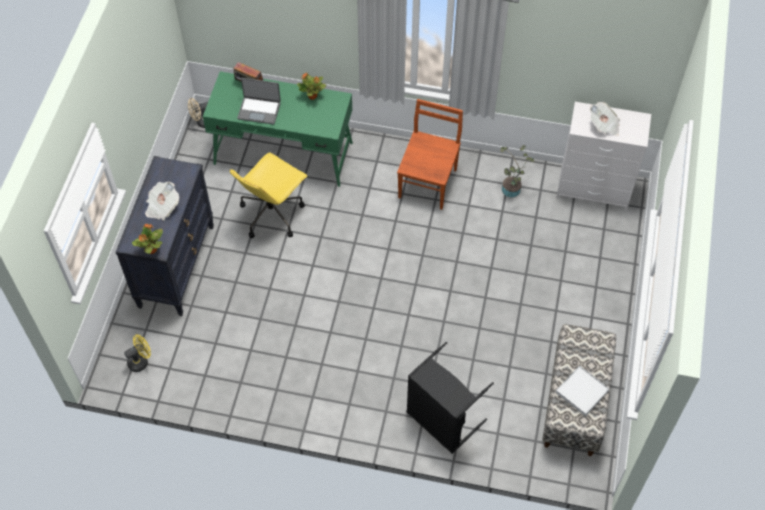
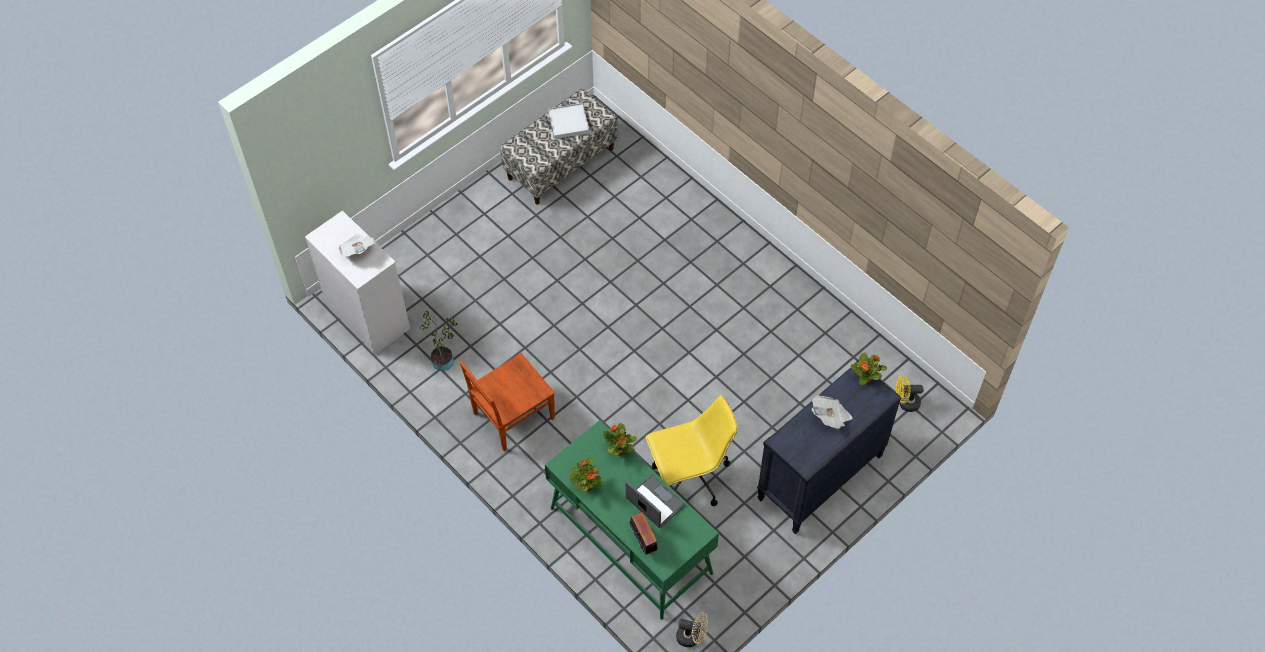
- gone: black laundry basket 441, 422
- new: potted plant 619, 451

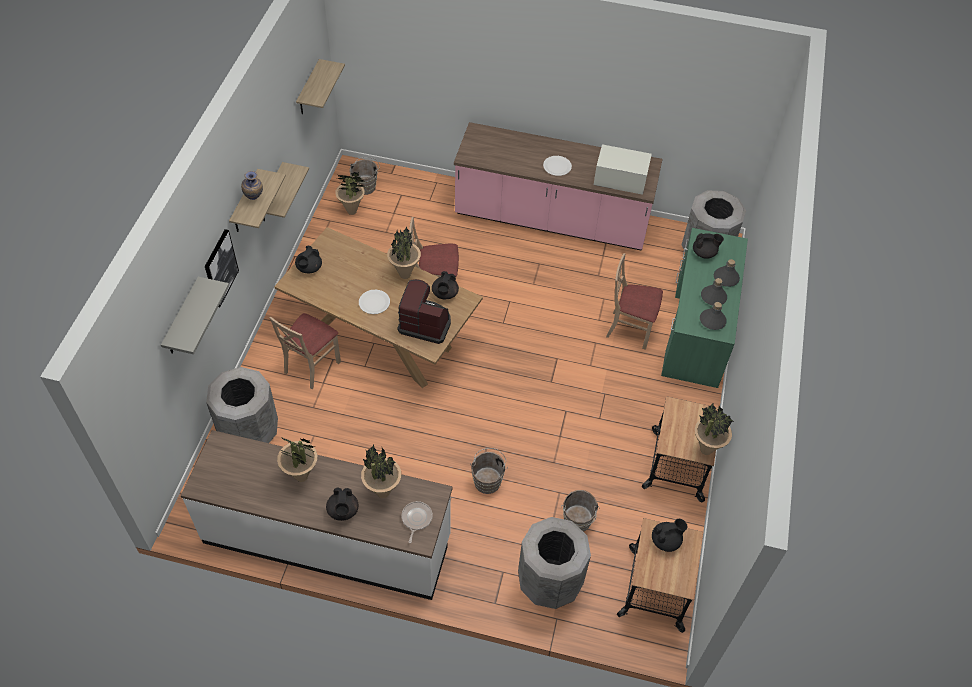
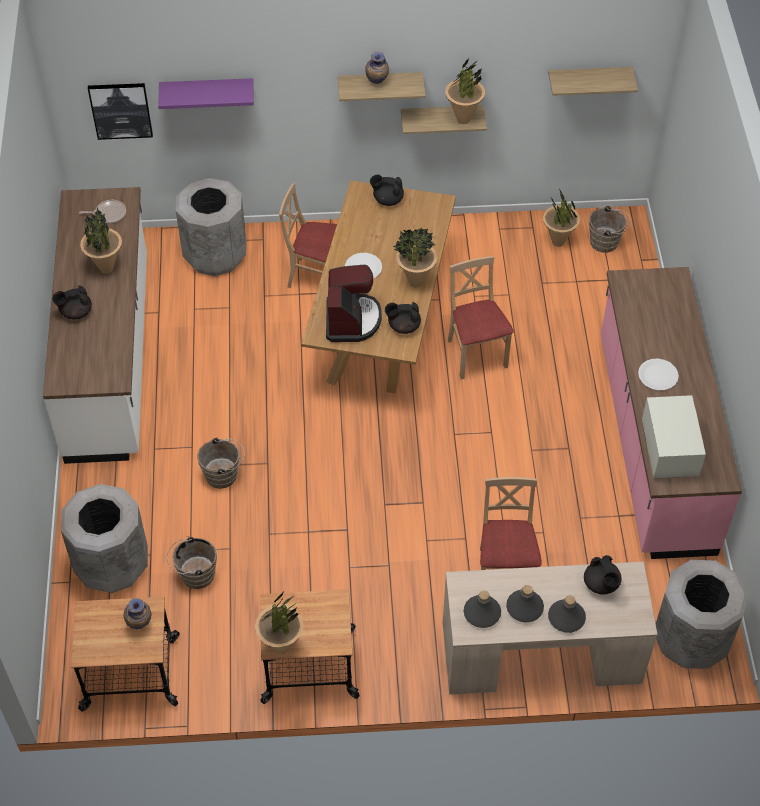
- repainted: green desk 697, 329 to beige desk 540, 652
- shifted: picture 220, 268 to 121, 110
- repainted: grey shelf 182, 318 to purple shelf 207, 91
- shifted: potted plant 382, 492 to 463, 119
- shifted: frying pan 416, 519 to 109, 214
- swapped: black teapot 666, 541 to vase 140, 625

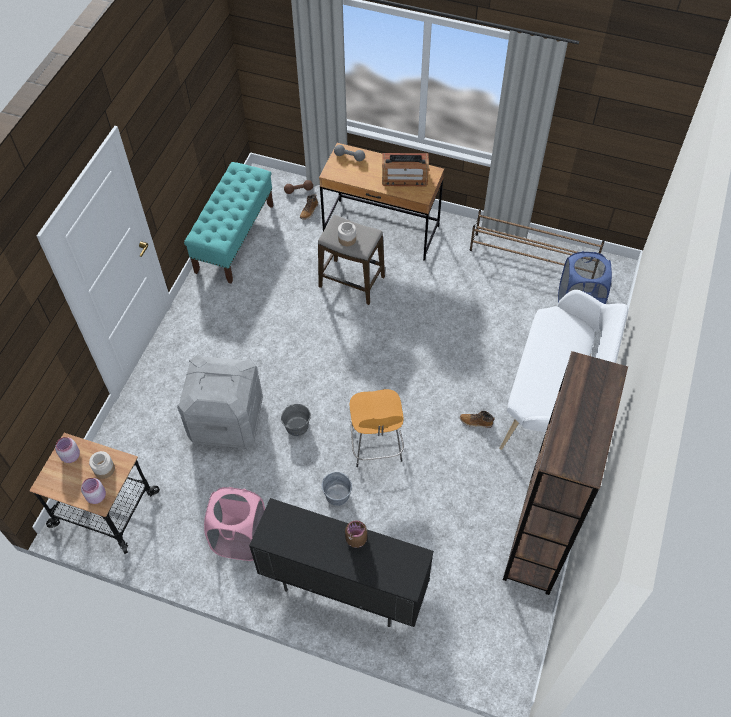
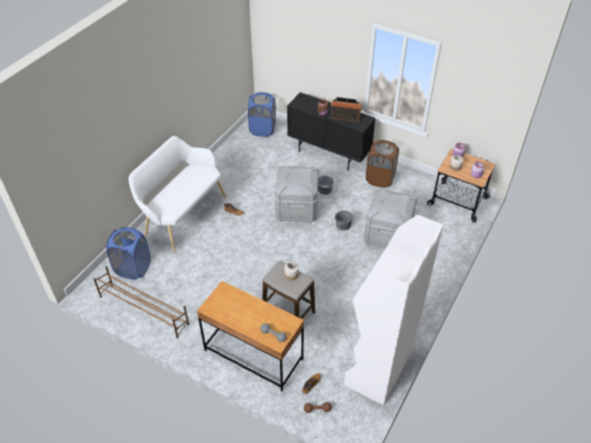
- shifted: radio 404, 178 to 345, 116
- swapped: turquoise bench 235, 238 to white bookcase 379, 368
- gone: brown bookcase 539, 536
- swapped: orange stool 376, 446 to grey storage box 297, 209
- repainted: pink laundry basket 241, 539 to brown laundry basket 380, 179
- new: blue laundry basket 262, 129

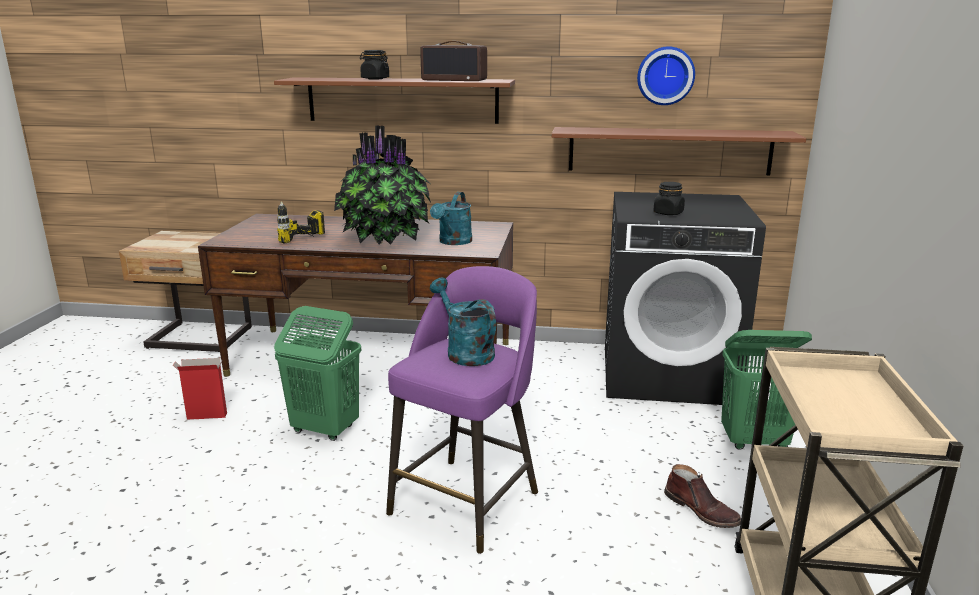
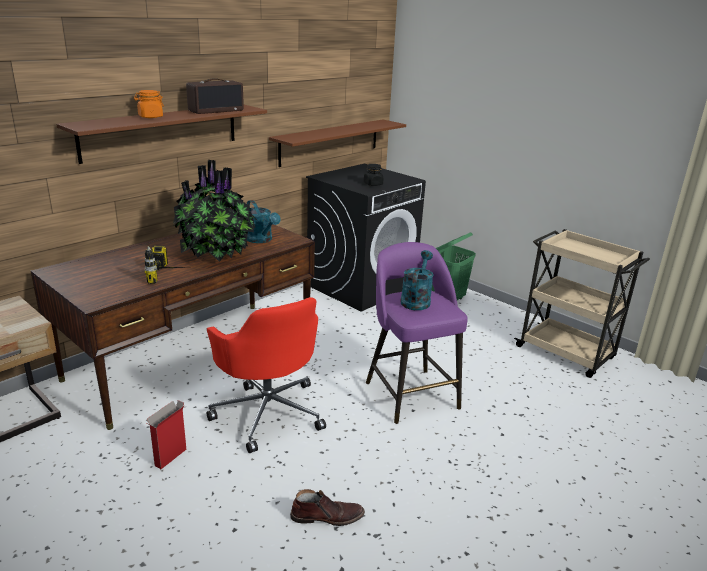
- gone: wall clock 665, 75
- repainted: black jar 375, 79 to orange jar 150, 117
- rotated: turquoise watering can 465, 352 = 416, 300 105 degrees clockwise
- swapped: green laundry basket 324, 429 to red office chair 268, 412
- shifted: brown boot 702, 510 to 327, 516

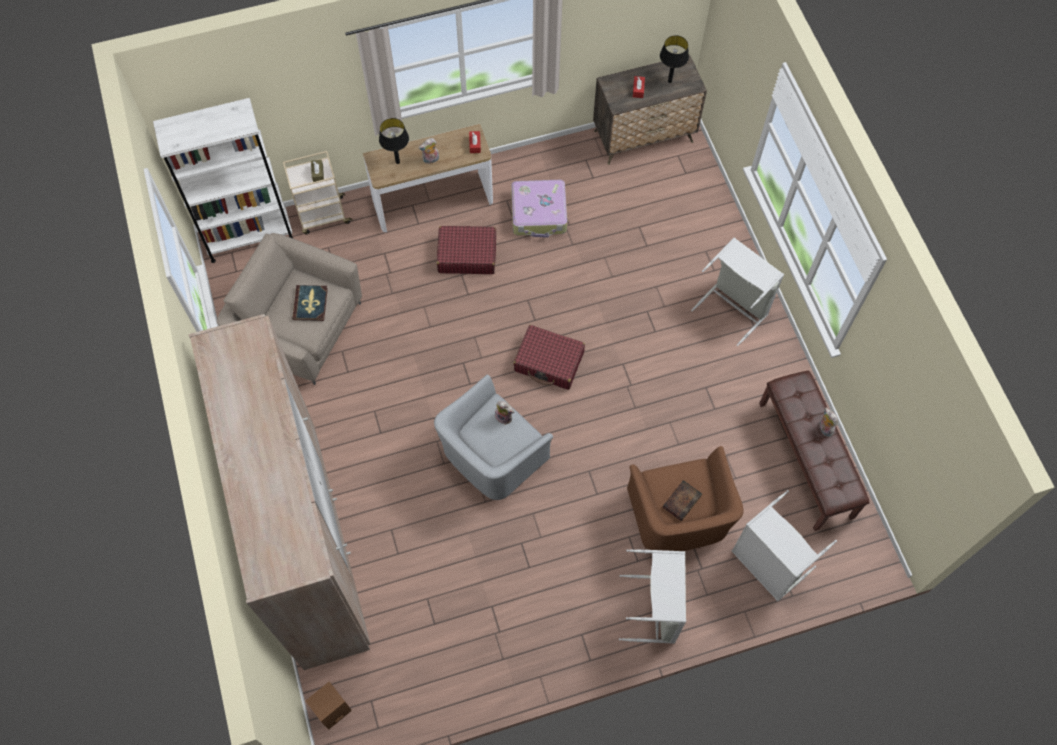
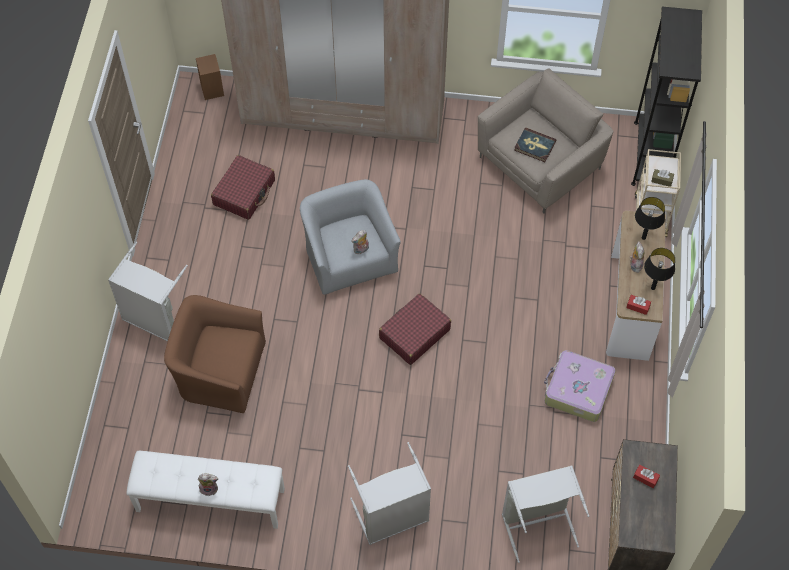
- shifted: black table lamp 669, 81 to 653, 288
- repainted: white bookcase 249, 237 to black bookcase 650, 154
- shifted: red suitcase 467, 255 to 244, 192
- repainted: brown bench 806, 460 to white bench 210, 501
- gone: book 682, 500
- shifted: grey laundry basket 767, 565 to 537, 522

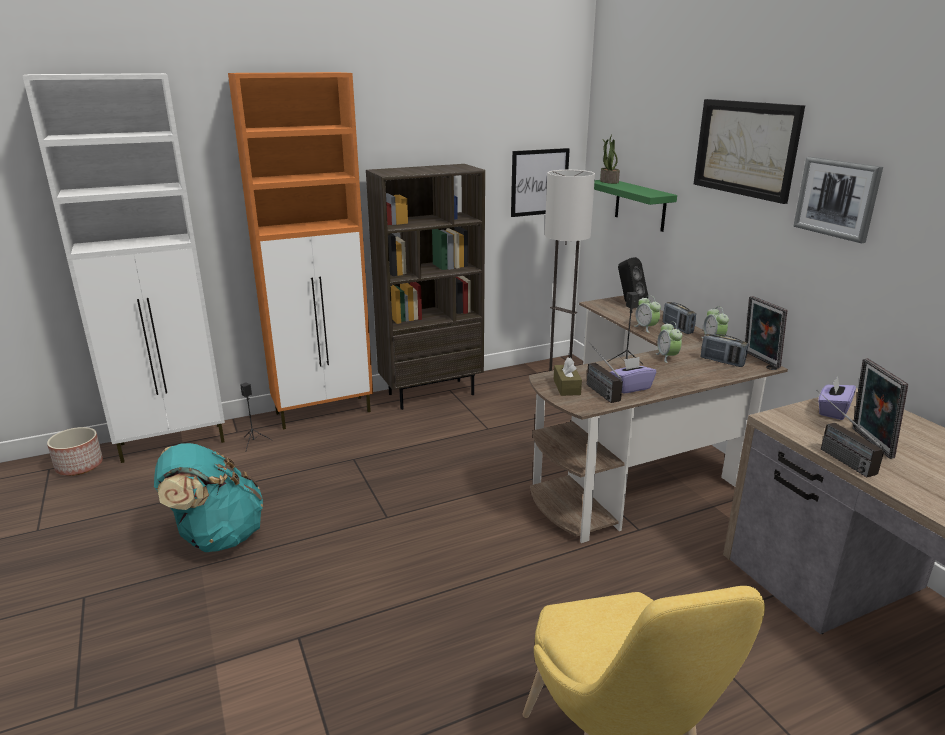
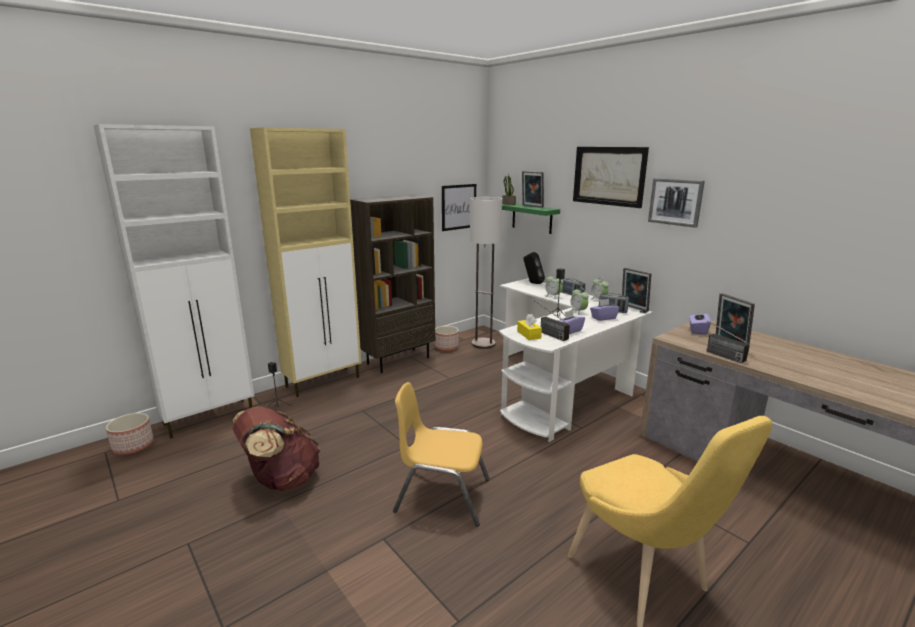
- repainted: orange cabinet 325, 412 to beige cabinet 324, 381
- repainted: brown desk 639, 463 to white desk 561, 387
- repainted: brown tissue box 566, 387 to yellow tissue box 529, 335
- repainted: turquoise backpack 217, 536 to brown backpack 281, 479
- new: picture frame 531, 206
- new: purple tissue box 603, 318
- new: planter 446, 347
- new: yellow chair 442, 495

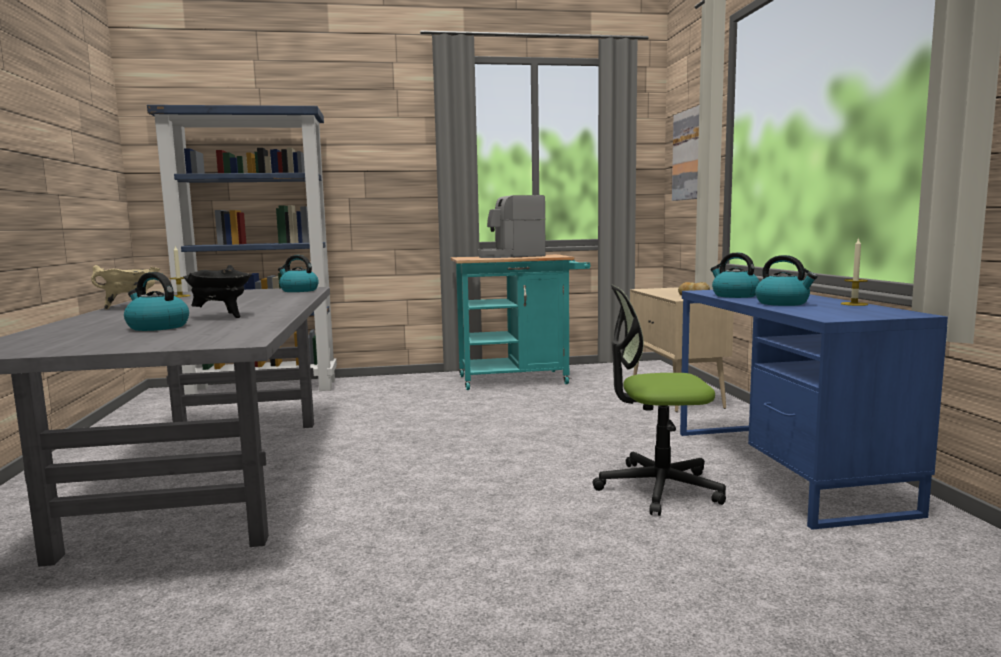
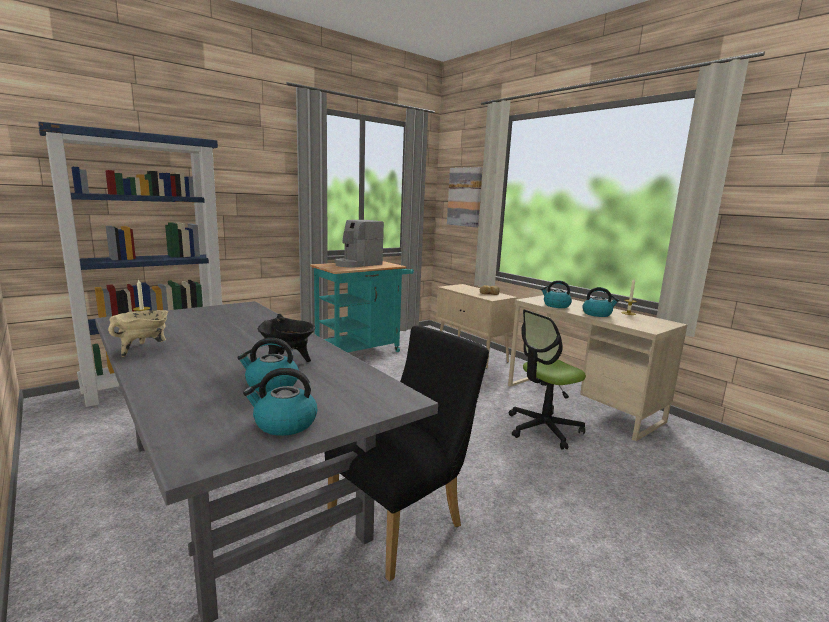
- shifted: kettle 298, 290 to 284, 424
- repainted: blue desk 782, 469 to beige desk 581, 402
- new: black chair 404, 522

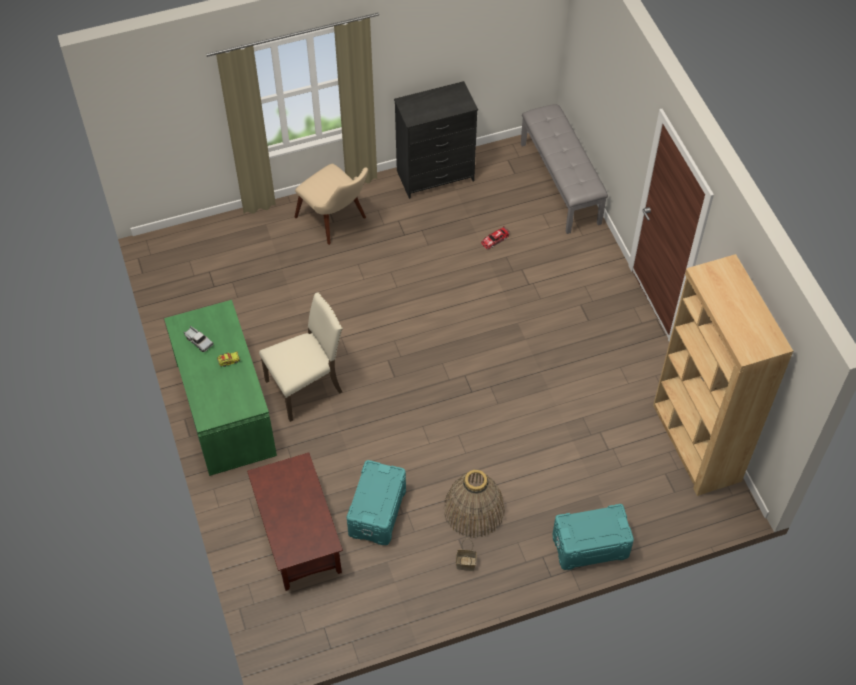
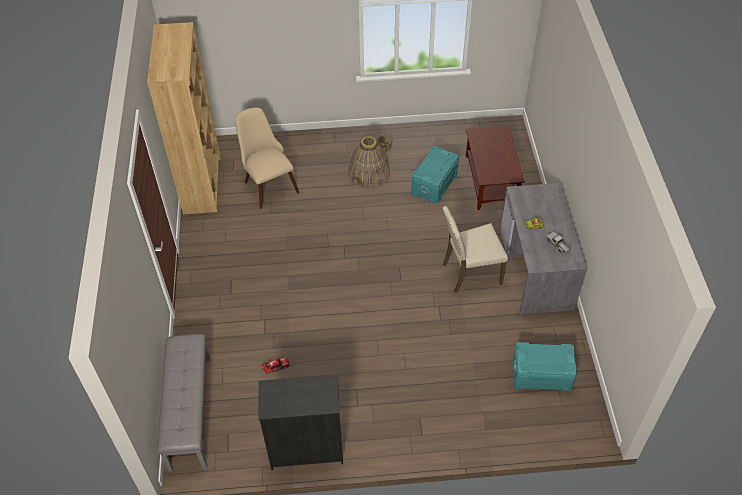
- shifted: beige chair 337, 221 to 267, 183
- repainted: green desk 224, 409 to grey desk 536, 269
- shifted: turquoise storage box 590, 545 to 541, 375

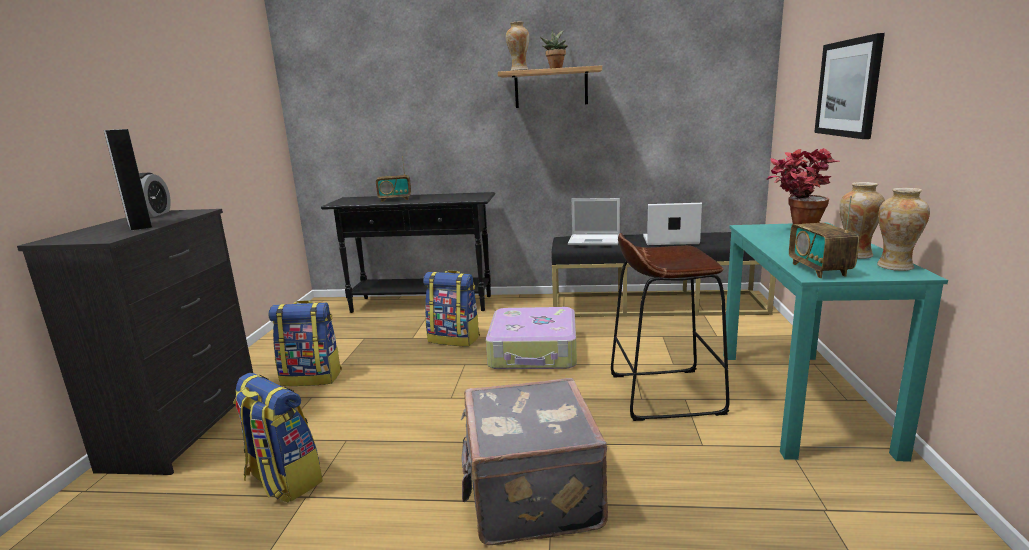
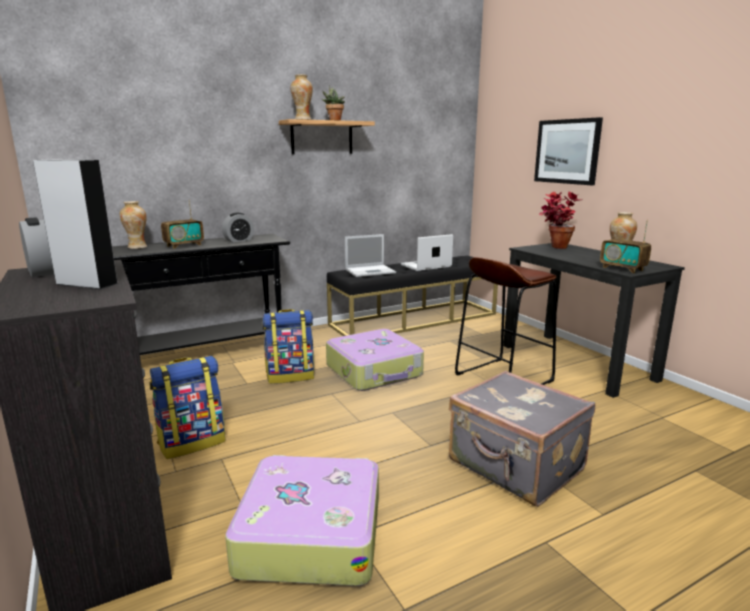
- shifted: vase 895, 266 to 137, 247
- repainted: turquoise desk 800, 399 to black desk 576, 362
- swapped: backpack 282, 481 to suitcase 310, 533
- new: alarm clock 239, 240

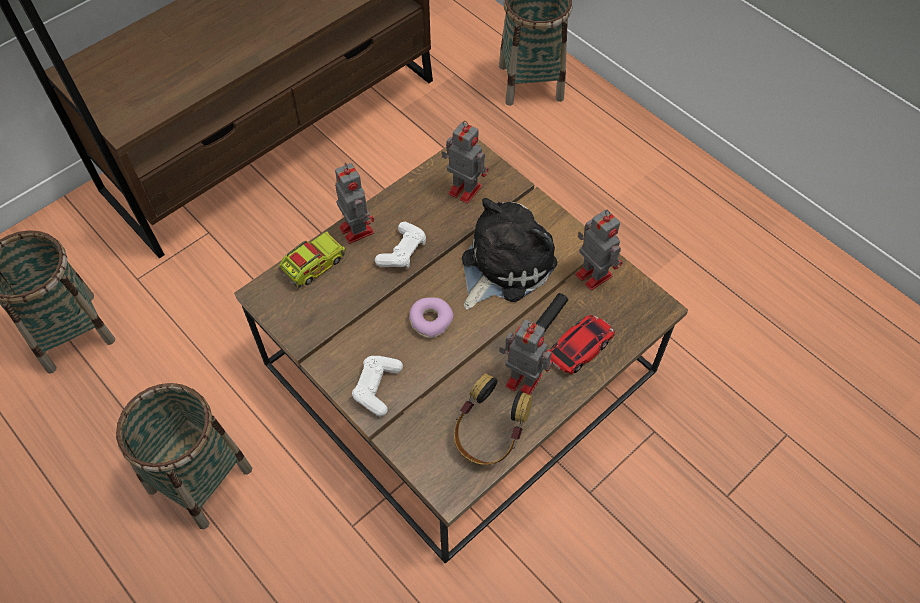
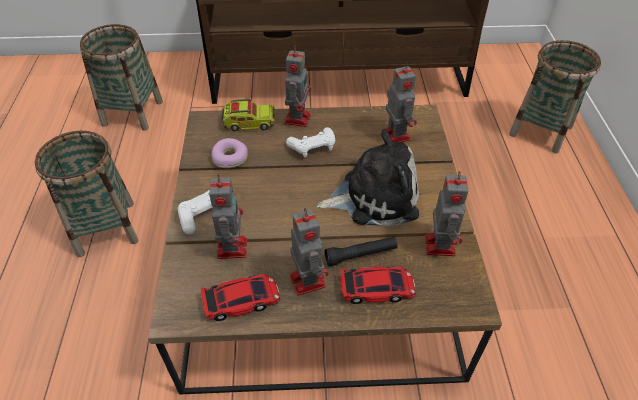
- shifted: donut 430, 320 to 230, 158
- swapped: headphones 489, 435 to toy car 241, 300
- new: toy robot 232, 246

